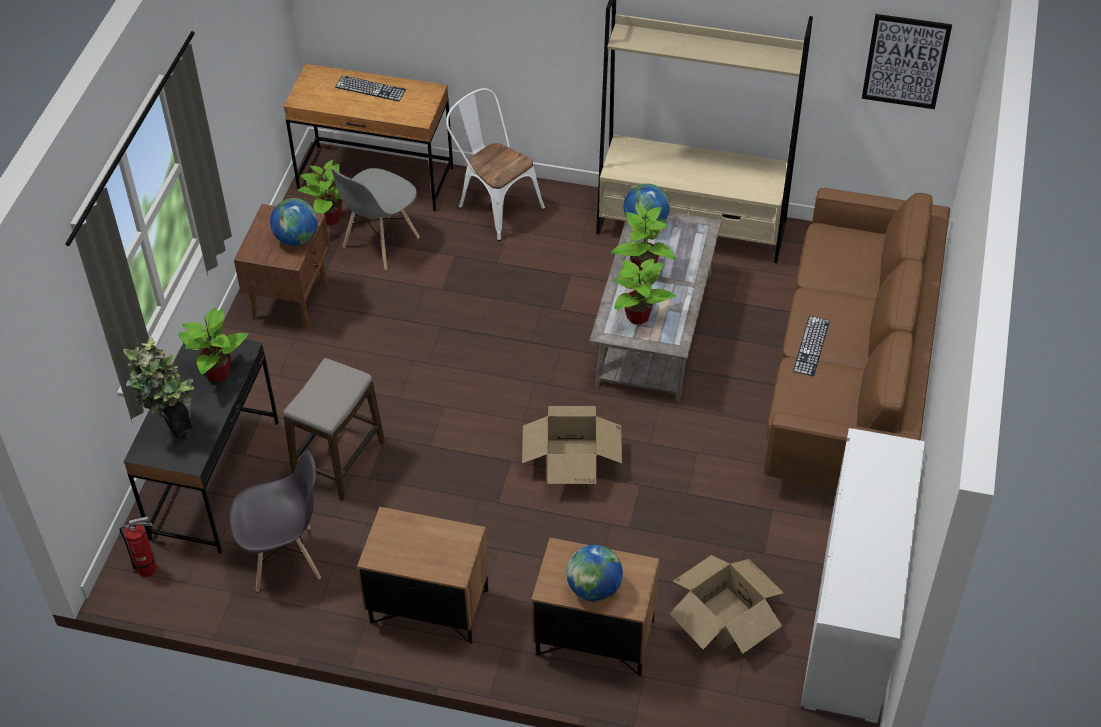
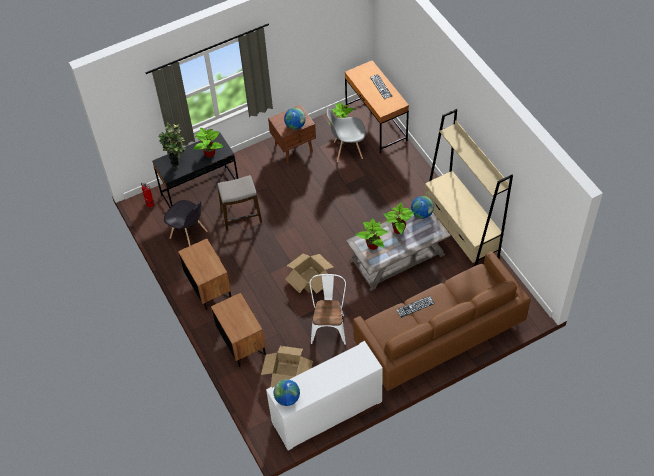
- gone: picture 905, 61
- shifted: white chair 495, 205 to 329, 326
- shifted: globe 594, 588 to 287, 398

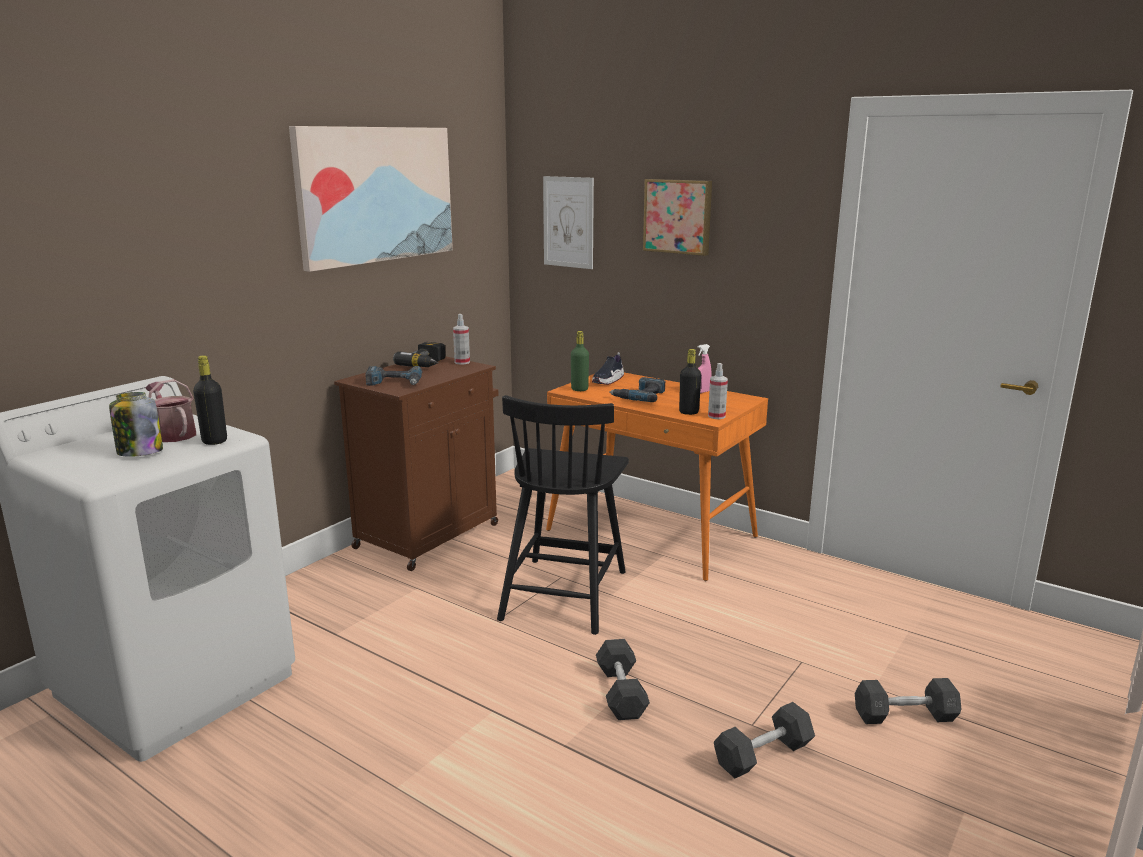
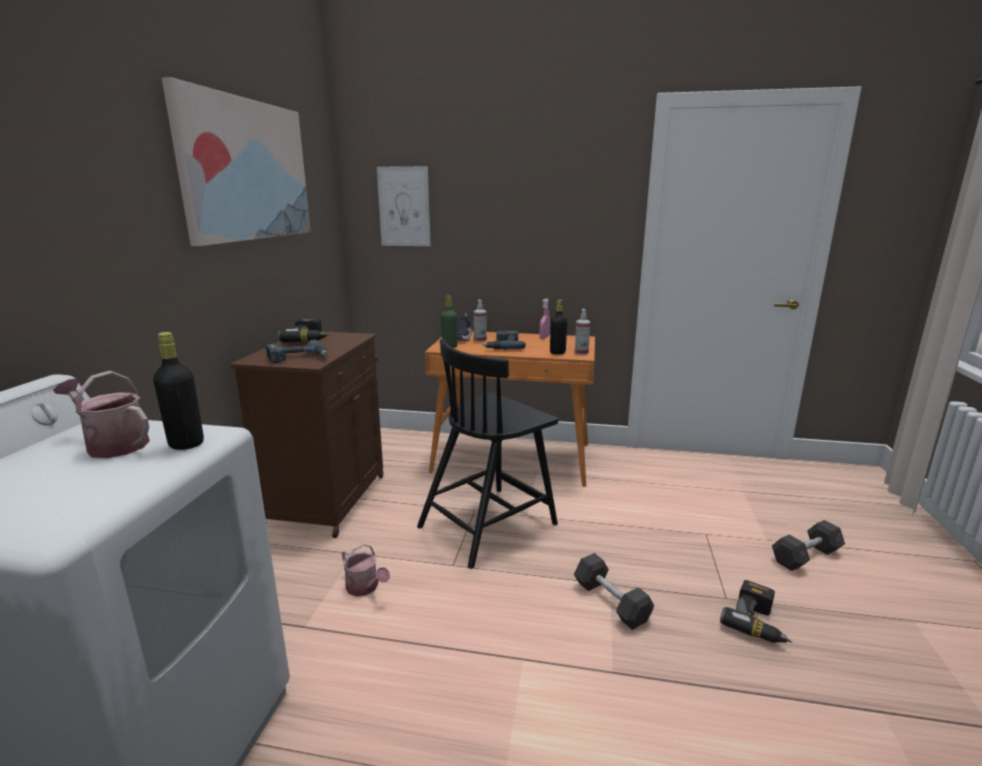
- gone: picture 678, 216
- shifted: spray bottle 462, 362 to 480, 340
- gone: jar 139, 452
- rotated: black chair 564, 593 = 489, 524 60 degrees clockwise
- swapped: grey dumbbell 763, 755 to power drill 758, 622
- new: watering can 365, 588

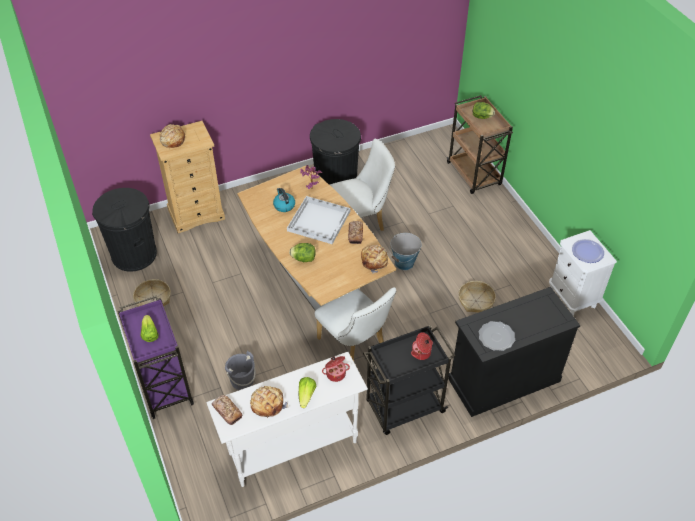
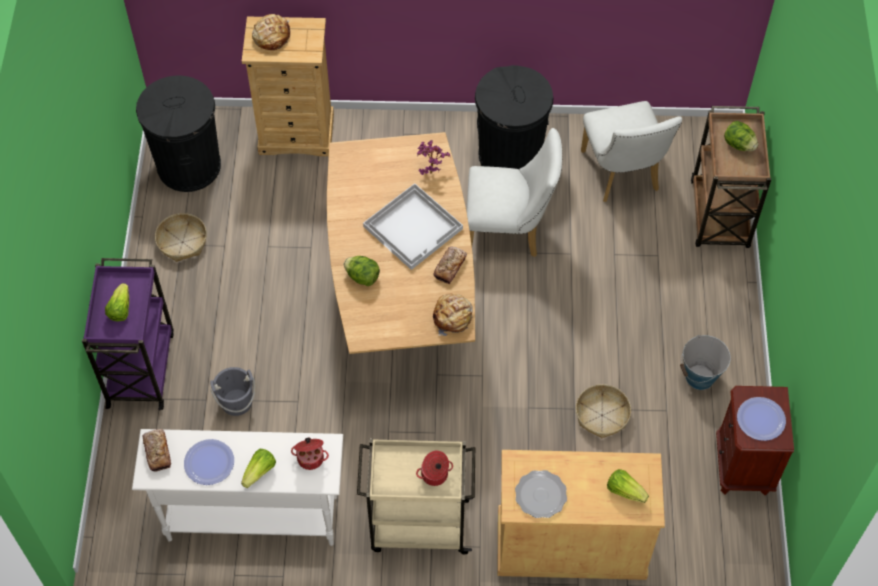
- gone: kettle 284, 205
- repainted: white nightstand 572, 297 to brown nightstand 743, 466
- shifted: bucket 404, 263 to 700, 377
- shifted: white chair 355, 345 to 622, 175
- repainted: black cabinet 503, 379 to beige cabinet 571, 544
- repainted: black cart 404, 407 to beige cart 418, 525
- swapped: bread 267, 404 to plate 209, 462
- new: lettuce 625, 491

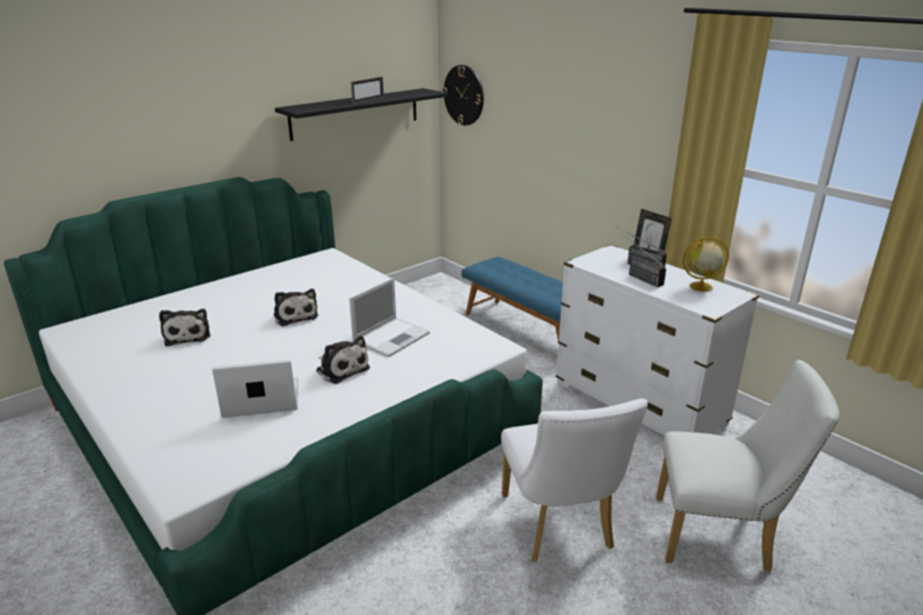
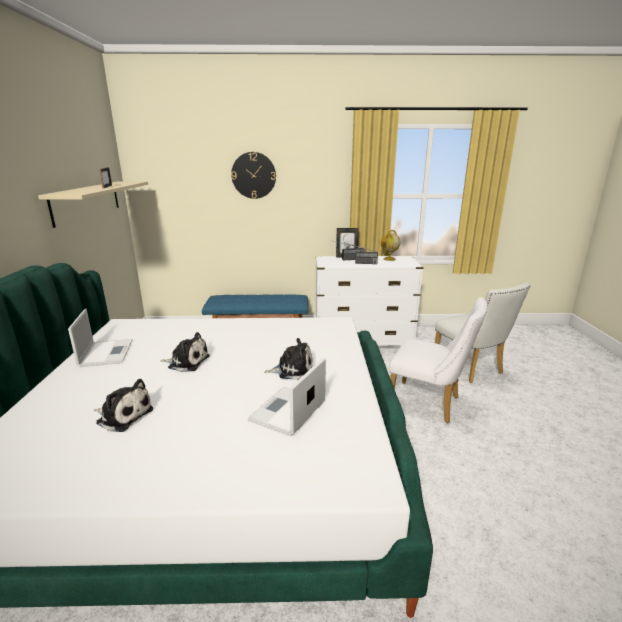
- shifted: wall clock 464, 95 to 253, 175
- repainted: black shelf 355, 113 to beige shelf 87, 201
- shifted: laptop 392, 337 to 106, 352
- rotated: white chair 720, 536 = 471, 369 105 degrees clockwise

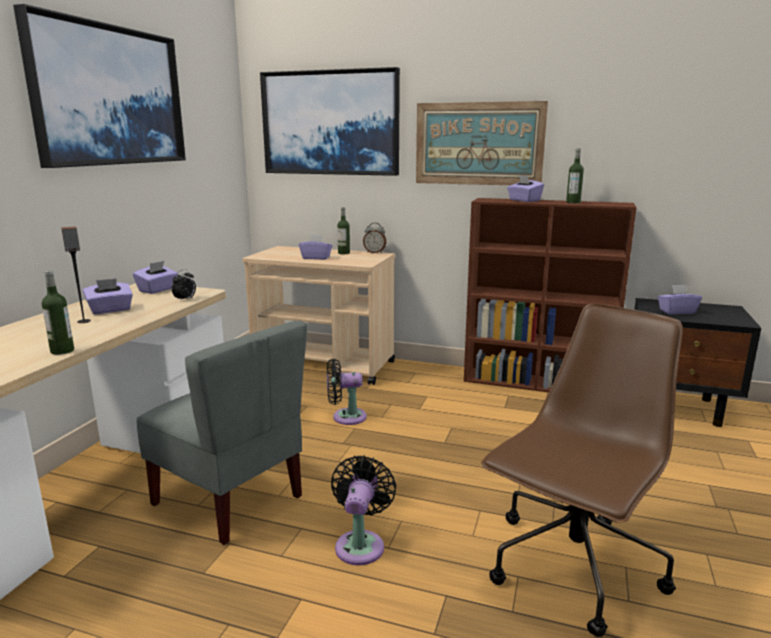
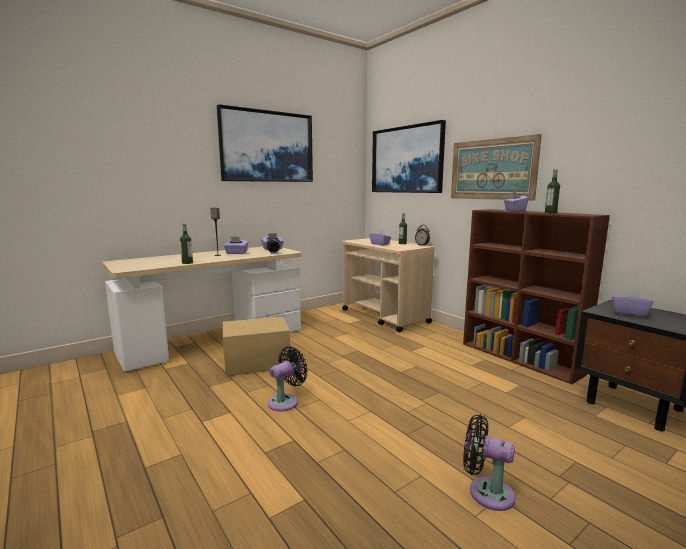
- gone: brown office chair 573, 569
- swapped: grey chair 230, 499 to cardboard box 256, 363
- shifted: black fan 345, 417 to 486, 492

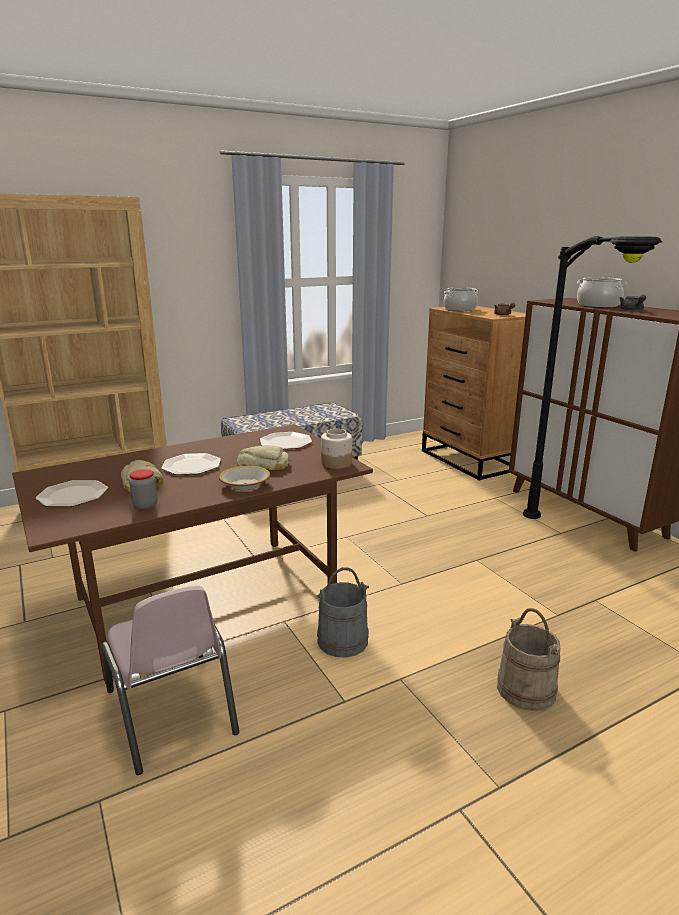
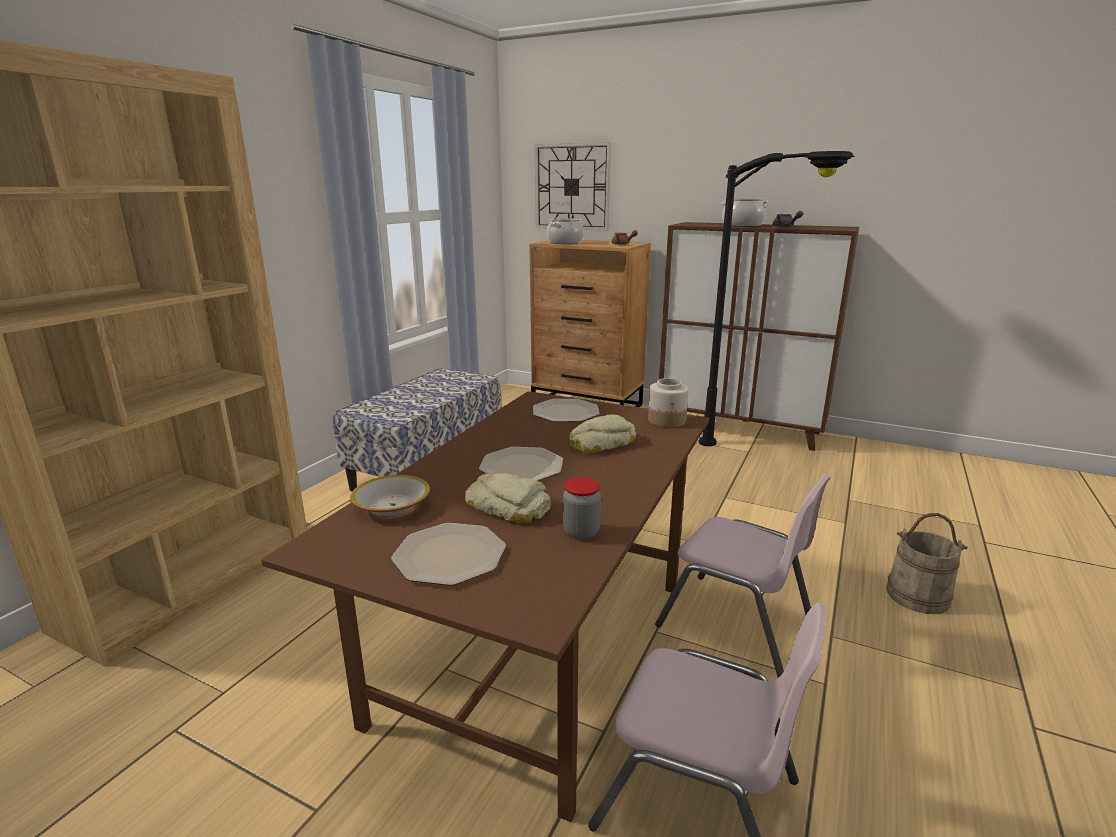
- shifted: bowl 245, 484 to 392, 506
- swapped: grey bucket 342, 640 to pink chair 736, 624
- new: wall clock 572, 187

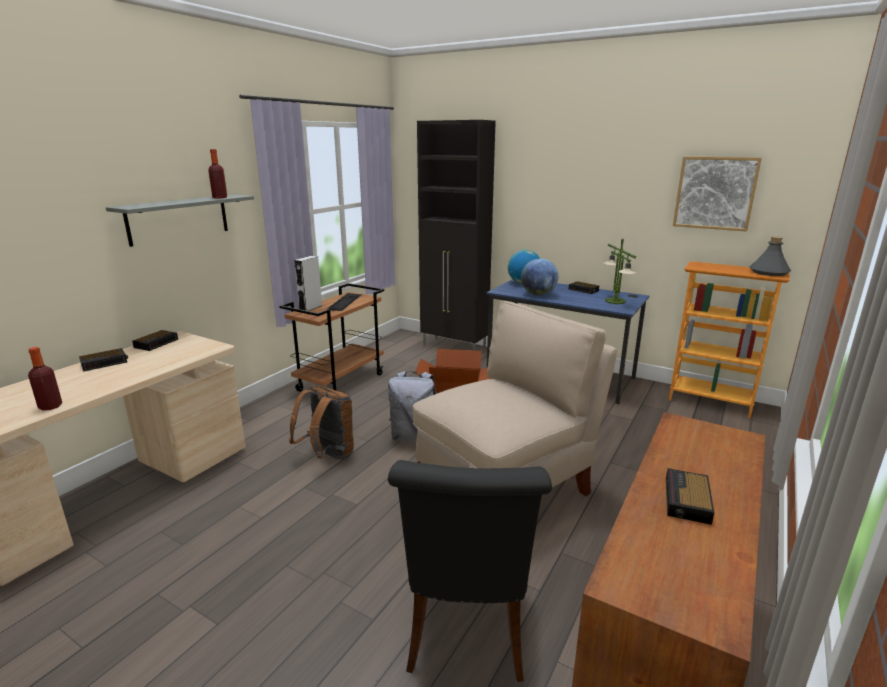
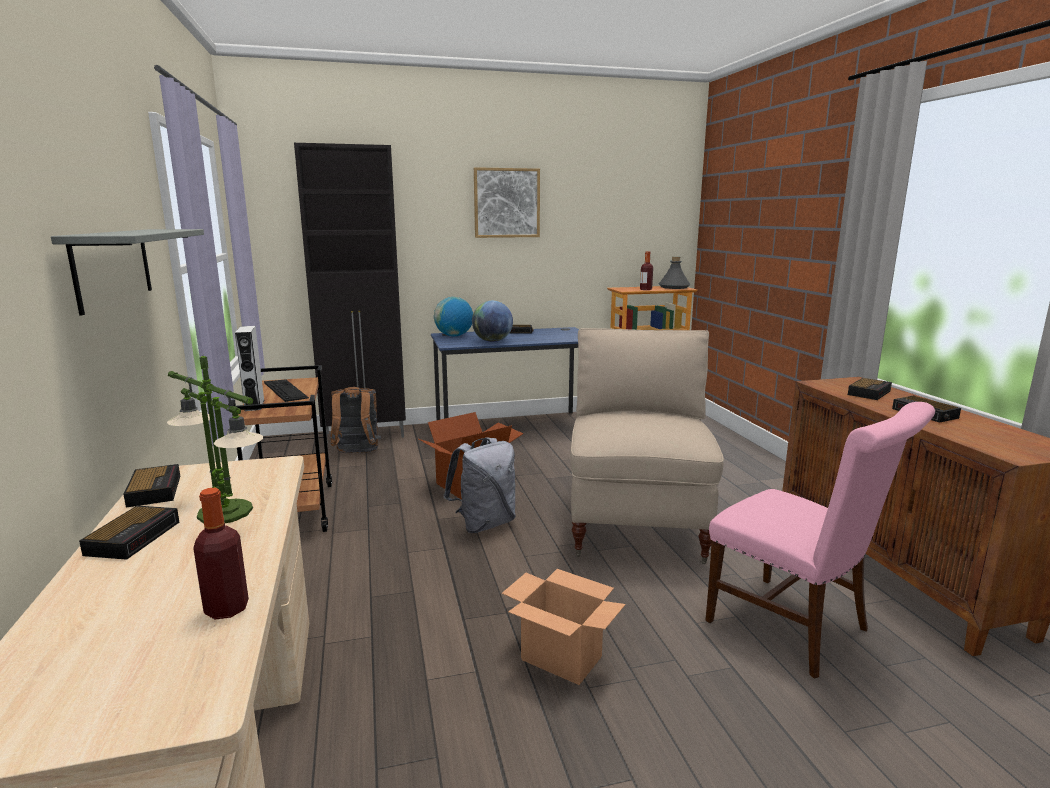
- shifted: bottle 220, 197 to 645, 289
- shifted: picture 715, 193 to 506, 203
- shifted: table lamp 615, 301 to 224, 512
- shifted: brown backpack 328, 456 to 356, 453
- repainted: black chair 467, 634 to pink chair 796, 628
- new: alarm clock 869, 392
- new: cardboard box 560, 658

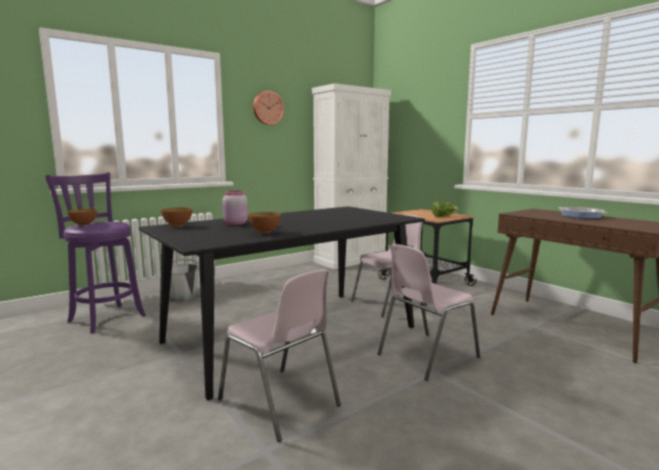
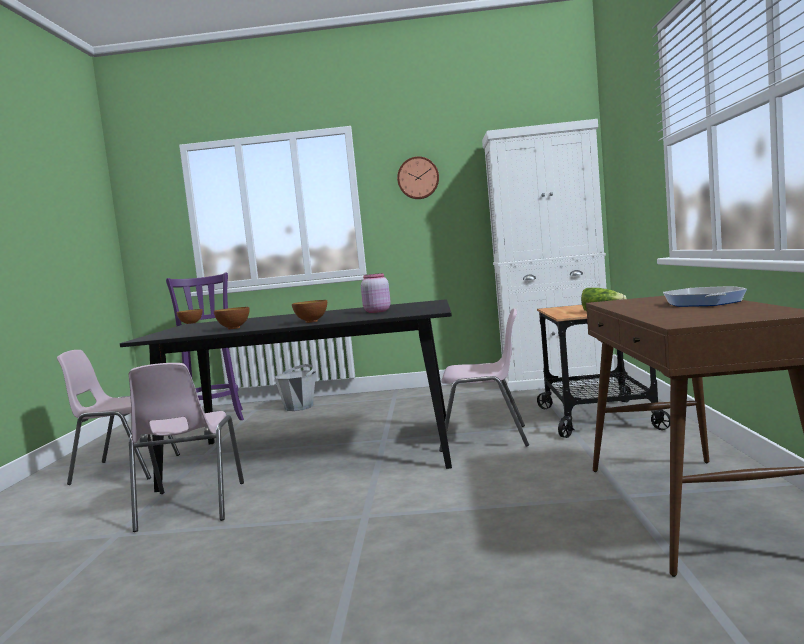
- shifted: pink jar 235, 223 to 376, 311
- shifted: bowl 178, 226 to 311, 321
- shifted: pink chair 426, 356 to 124, 469

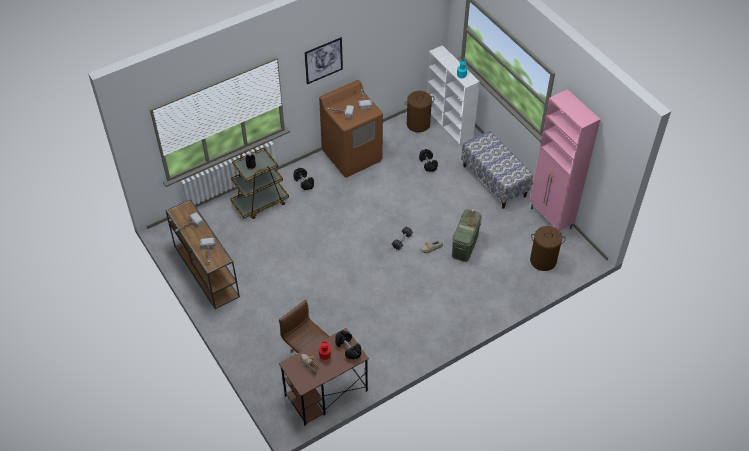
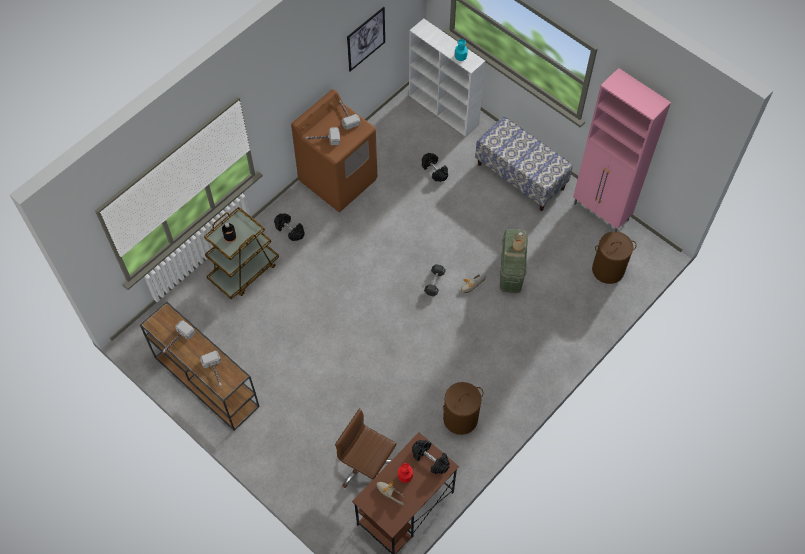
- shifted: picture 323, 60 to 366, 39
- shifted: brown laundry basket 418, 124 to 460, 418

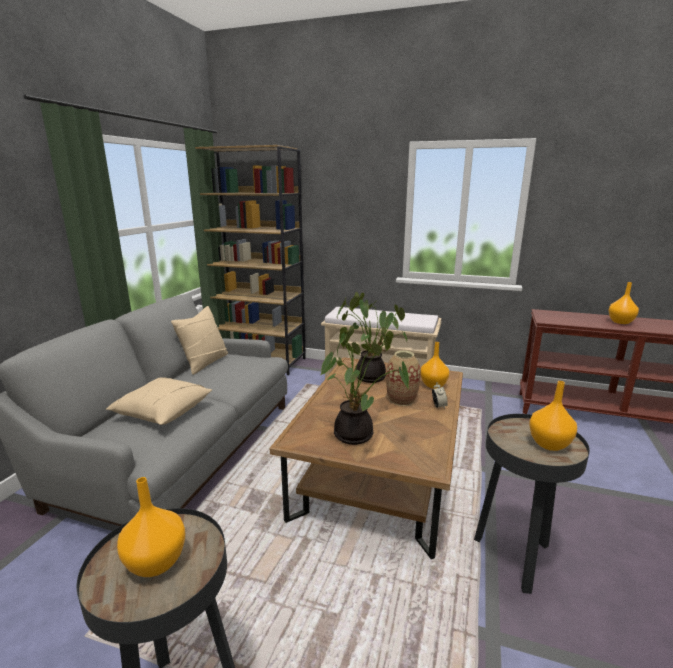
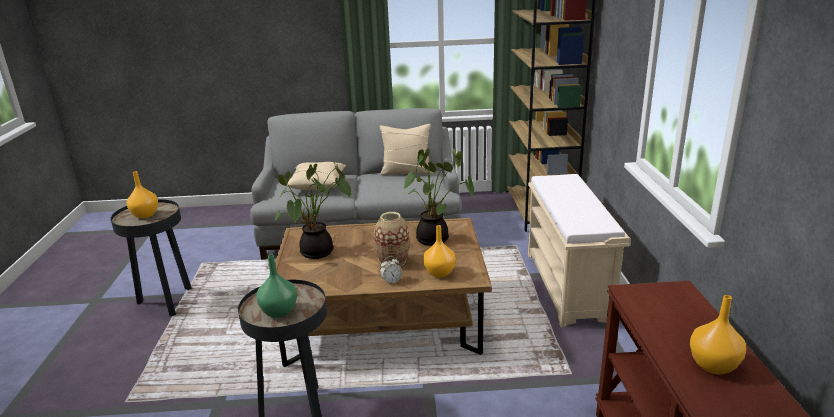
- repainted: orange vase 549, 443 to green vase 280, 311

